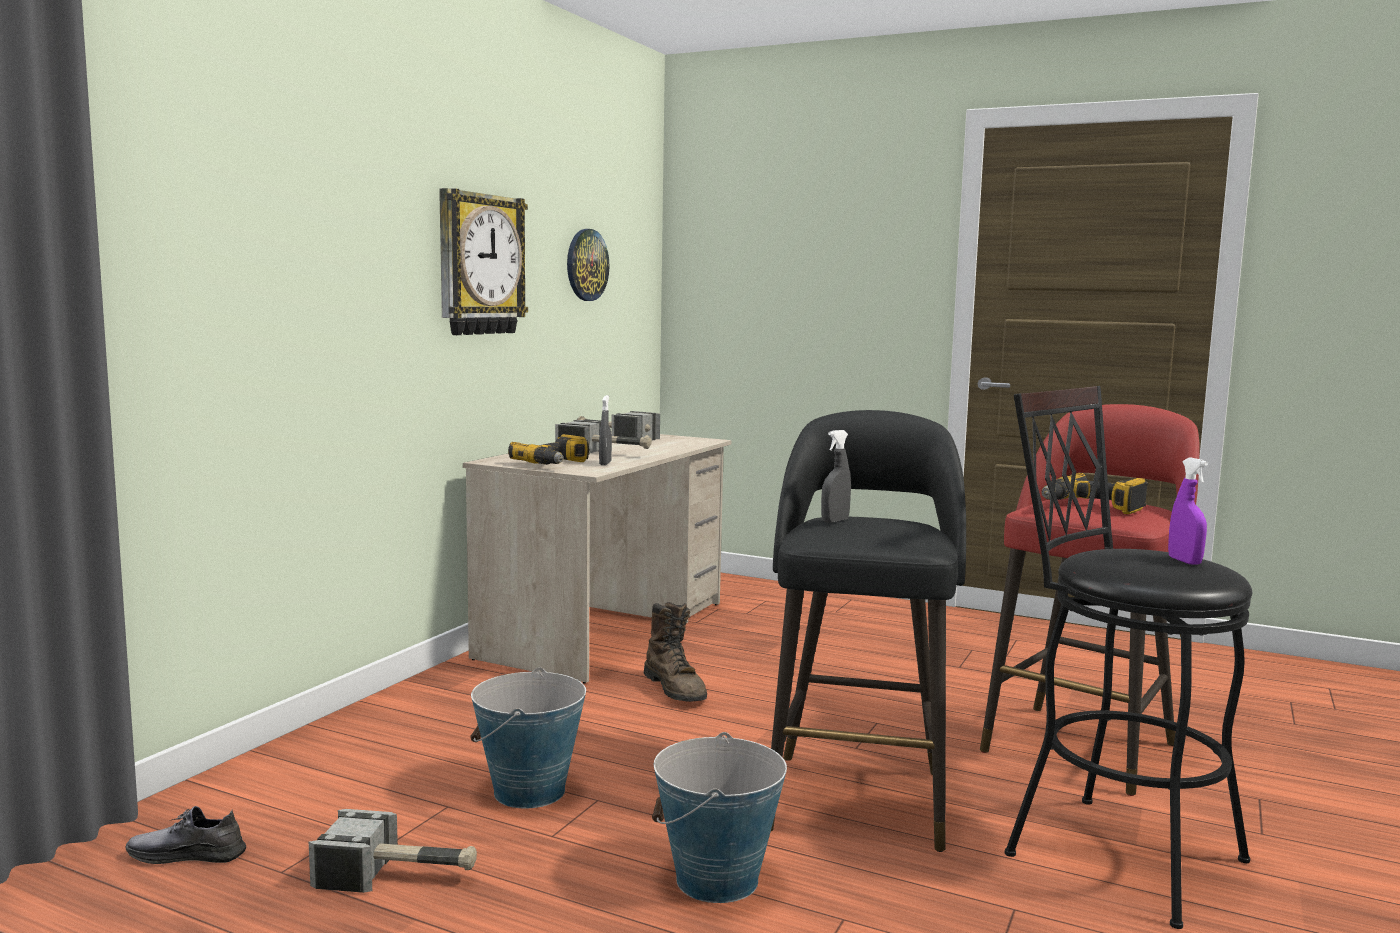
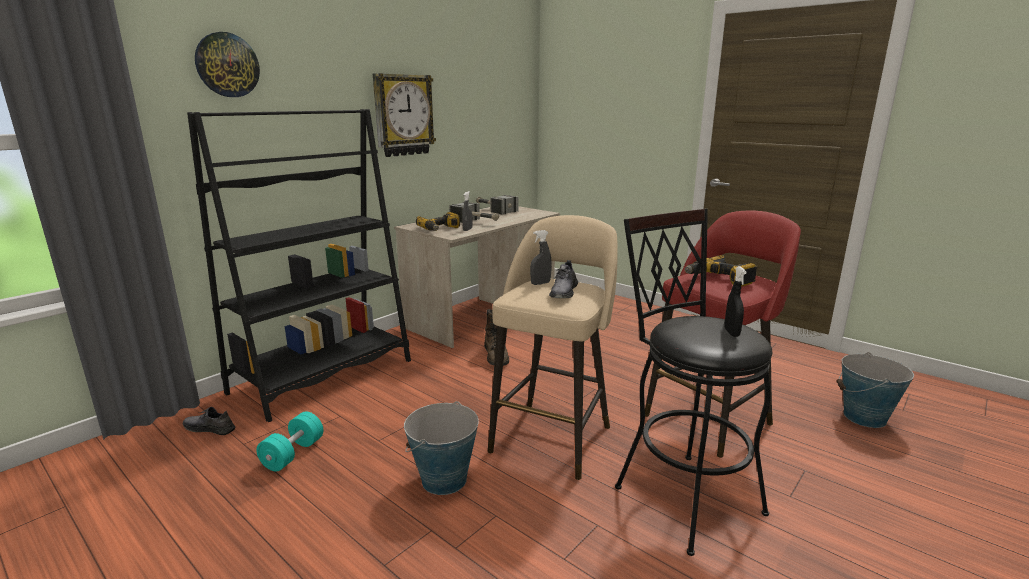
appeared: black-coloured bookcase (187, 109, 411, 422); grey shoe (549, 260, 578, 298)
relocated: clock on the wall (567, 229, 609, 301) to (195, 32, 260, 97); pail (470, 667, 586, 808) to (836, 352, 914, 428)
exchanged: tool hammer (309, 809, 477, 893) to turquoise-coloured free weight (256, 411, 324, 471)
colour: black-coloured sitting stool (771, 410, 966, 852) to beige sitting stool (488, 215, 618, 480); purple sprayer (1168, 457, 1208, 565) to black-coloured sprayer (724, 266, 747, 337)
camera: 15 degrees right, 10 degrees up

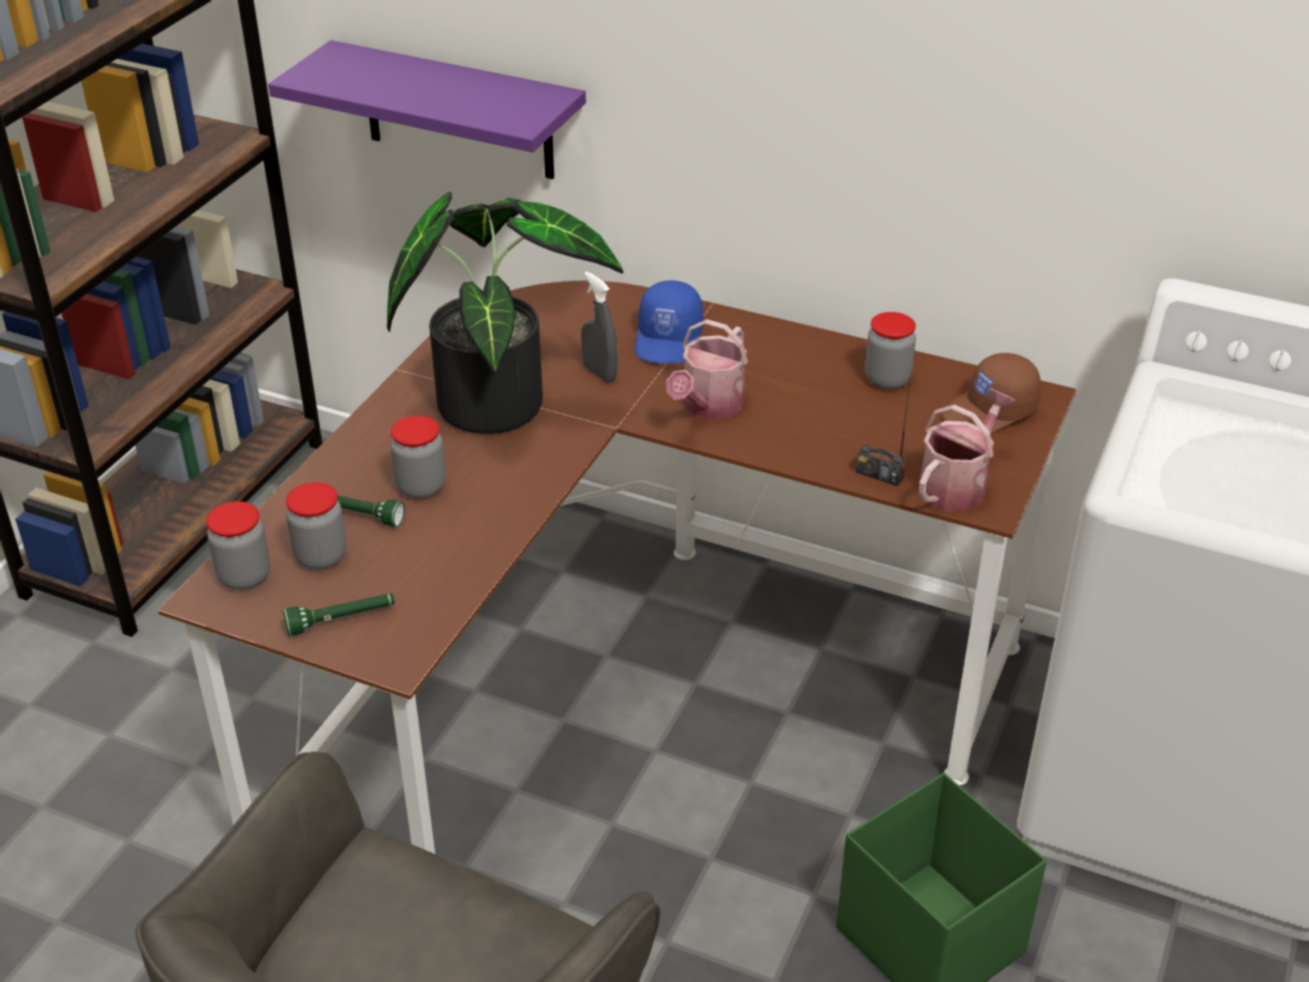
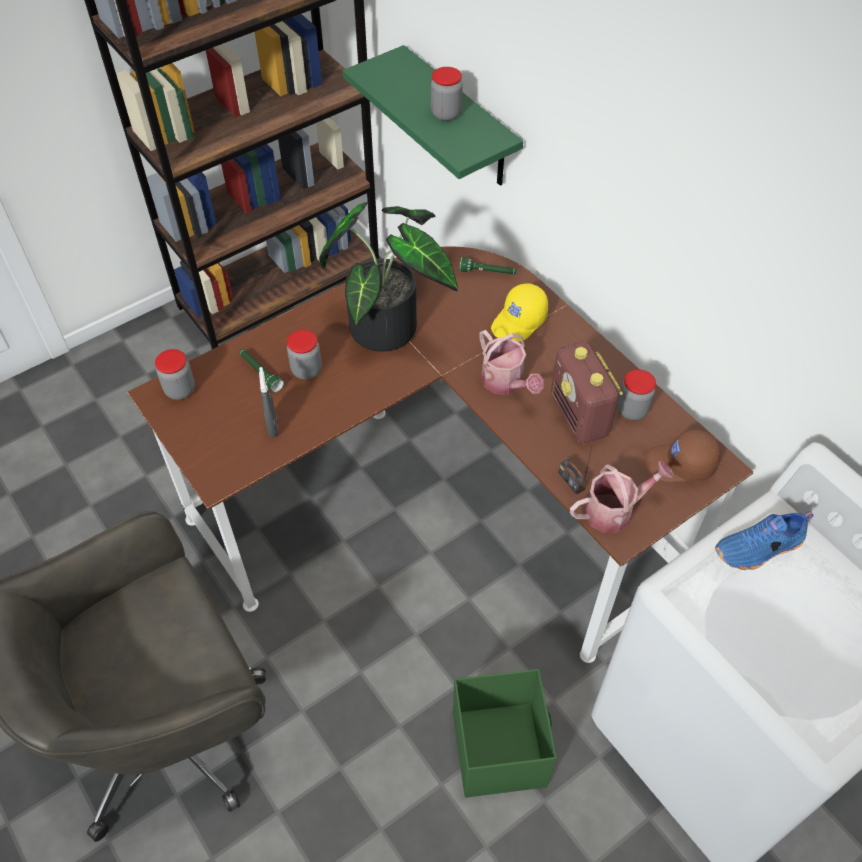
appeared: radio (551, 342, 623, 443); bluish shoe (715, 511, 814, 570)
relocated: grey sprayer (581, 271, 618, 383) to (259, 367, 278, 438); jar (286, 482, 346, 570) to (431, 67, 463, 121); greenish torch (283, 593, 395, 636) to (459, 257, 517, 275)
colour: purple bracket shelf (268, 40, 586, 179) to greenish bracket shelf (343, 45, 523, 186); bluish peaked cap (635, 280, 703, 364) to yellow-coloured peaked cap (491, 283, 548, 343)
spun: watering pot (666, 319, 748, 419) = (479, 330, 544, 395) 90 degrees counterclockwise
camera: 30 degrees right, 15 degrees up

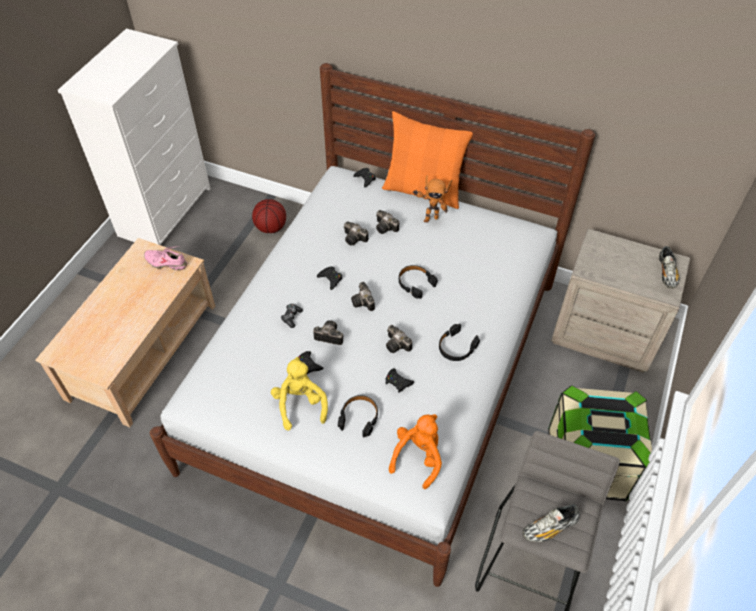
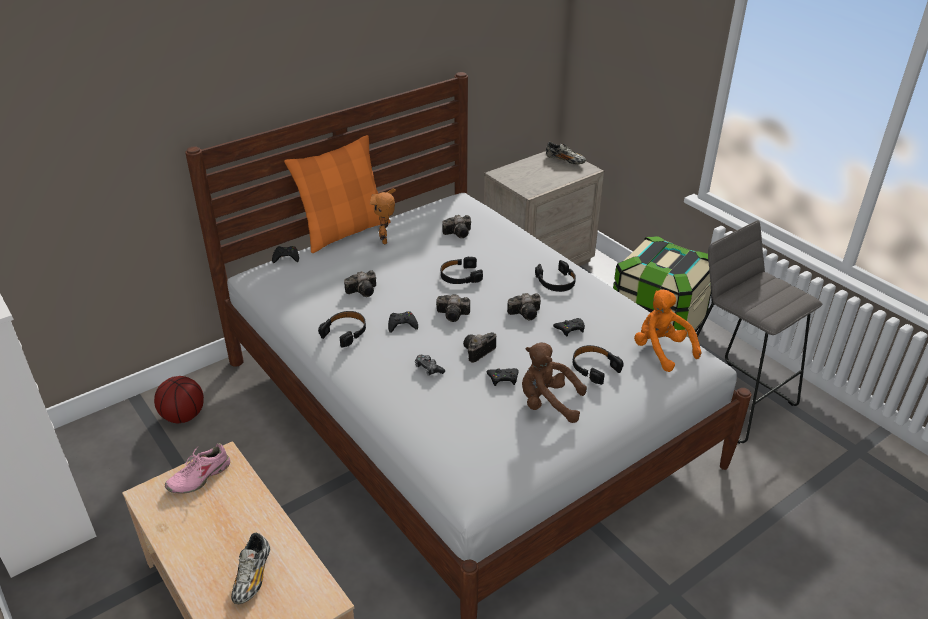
appeared: black-coloured pair of headphones (318, 311, 366, 347)
relocated: shoe (523, 504, 580, 542) to (231, 533, 270, 604); photo camera (376, 210, 399, 234) to (442, 215, 471, 238)
colour: yellow-coloured plush toy (271, 357, 328, 430) to brown-coloured plush toy (522, 342, 587, 423)
spun: model robot (412, 176, 452, 222) = (370, 188, 396, 245) 150 degrees clockwise
camera: 60 degrees left, 15 degrees down

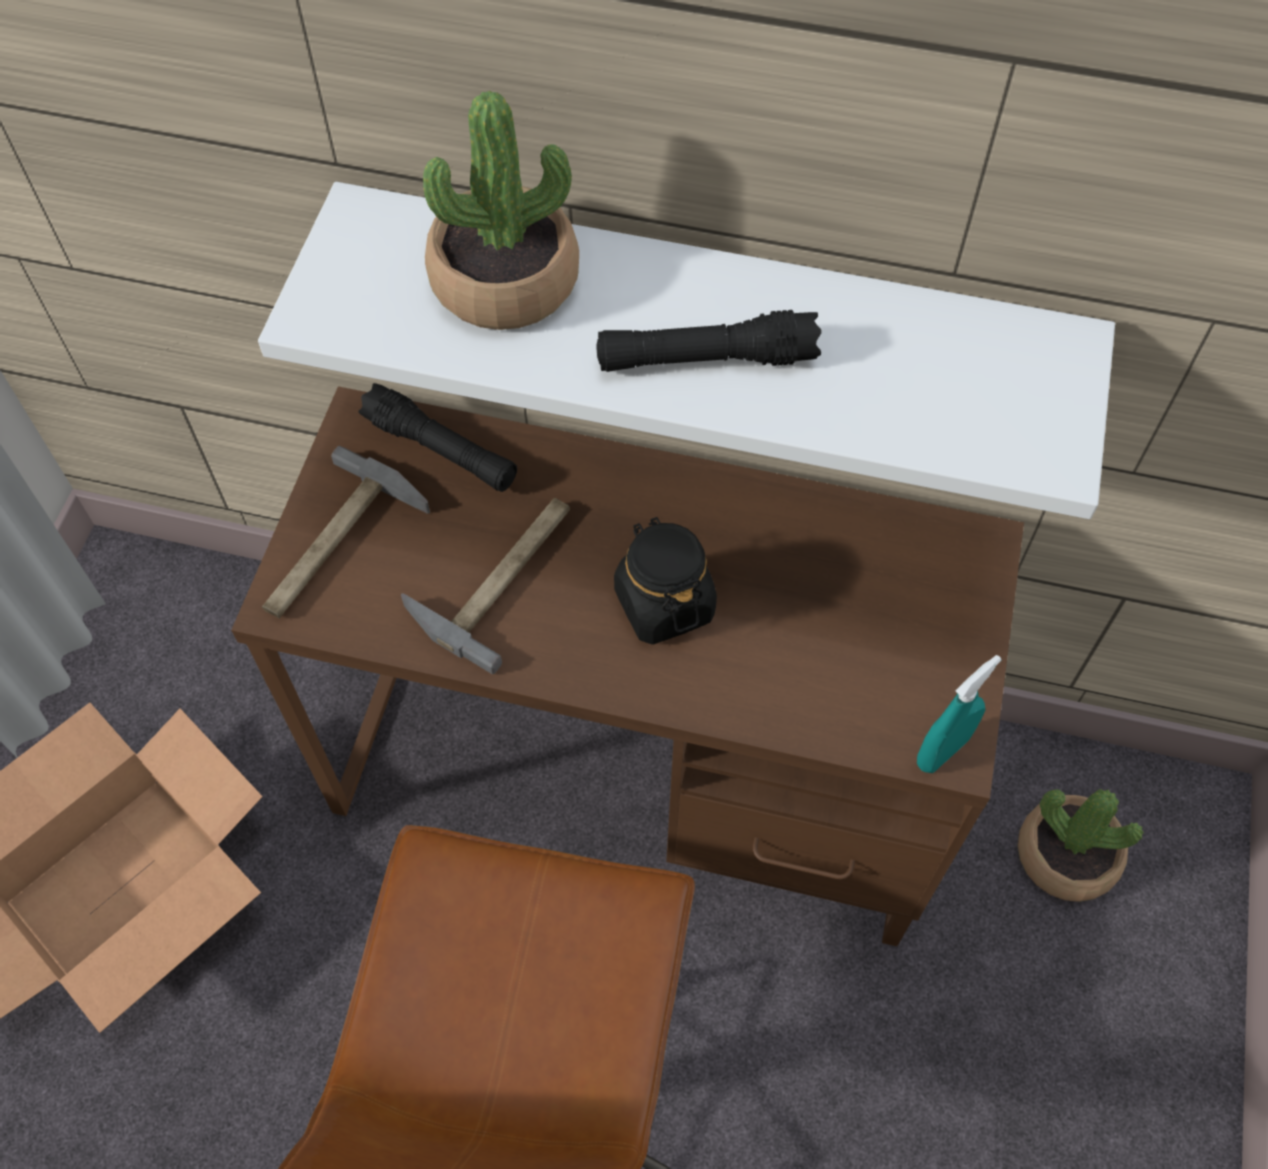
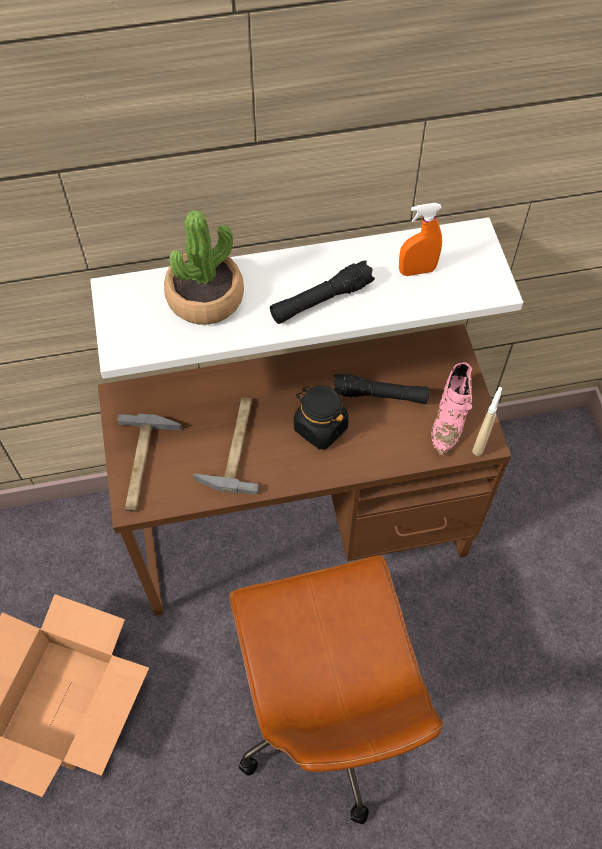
missing: houseplant (1018, 789, 1144, 902)
appeared: orange-coloured sprayer (399, 203, 442, 276); pinkish shoe (431, 362, 472, 456)
relocated: black-coloured torch (358, 383, 517, 492) to (333, 374, 429, 404)
colour: turquoise-coloured sprayer (917, 655, 1002, 773) to beige sprayer (472, 387, 502, 456)
camera: 25 degrees left, 0 degrees up

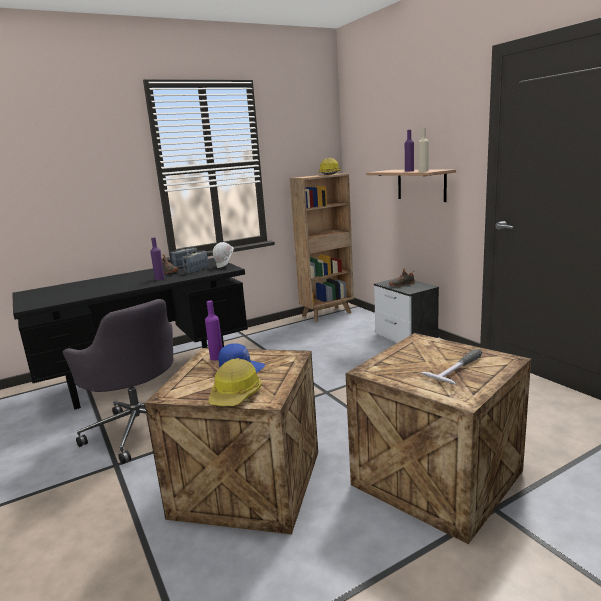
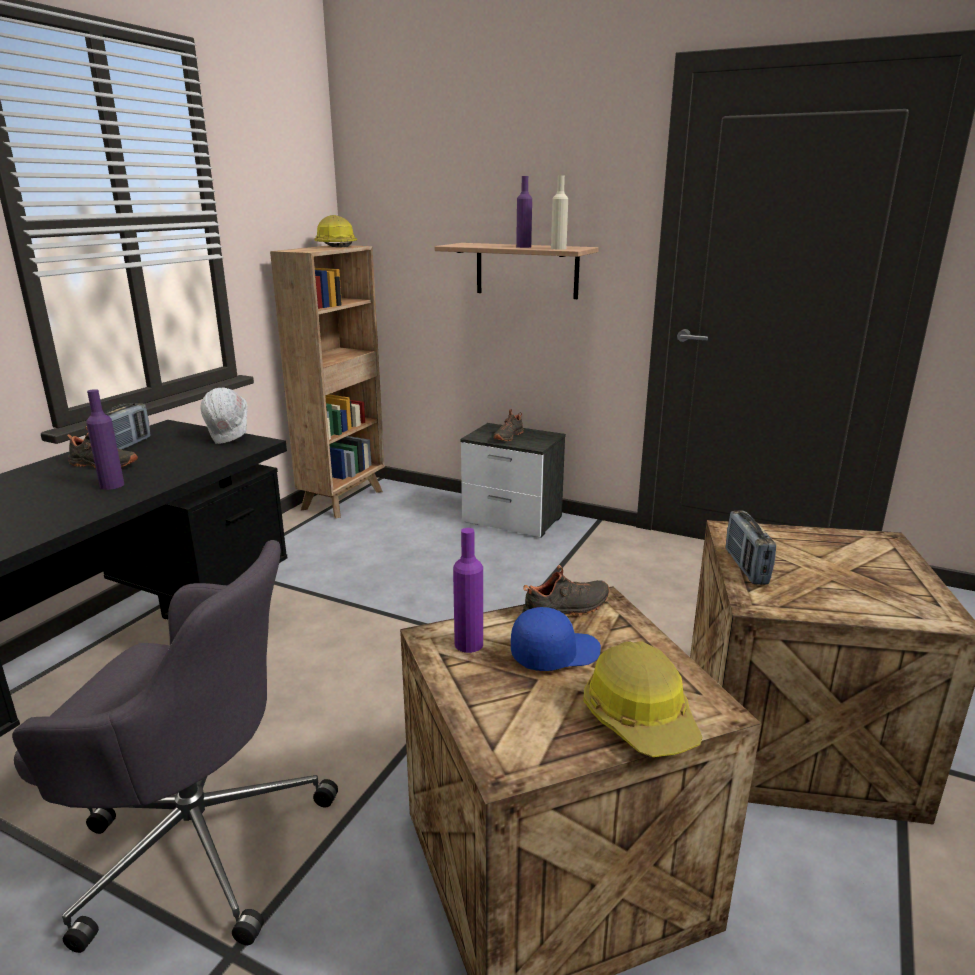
missing: tool hammer (422, 349, 482, 384)
appeared: black-coloured shoe (522, 565, 610, 616)
relocated: radio (182, 251, 209, 274) to (726, 510, 776, 585)
camera: 35 degrees left, 5 degrees up

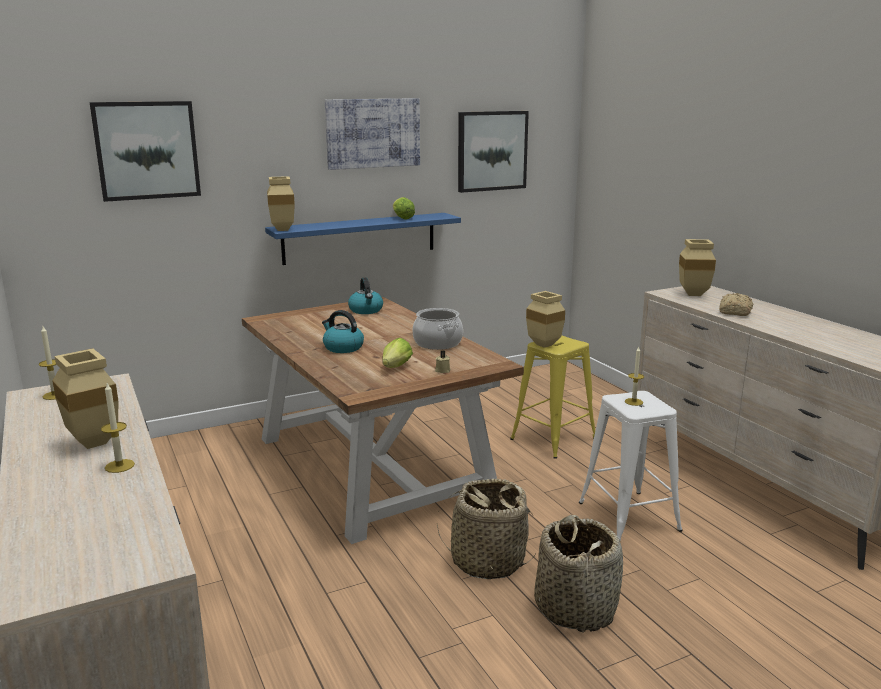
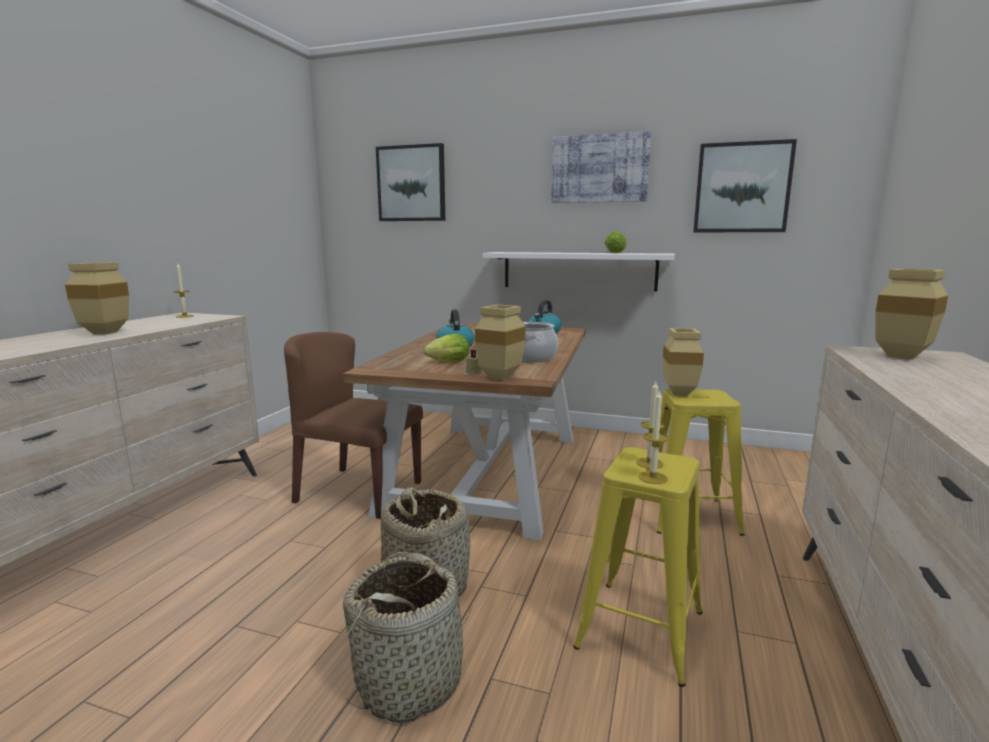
missing: bakery bread (719, 293, 754, 316)
appeared: brown-coloured chair (284, 332, 423, 519)
relocated: beige flower vase (267, 176, 295, 231) to (475, 305, 526, 380); wax candle (101, 383, 135, 473) to (639, 389, 669, 484)
colour: bluish bracket shelf (265, 213, 461, 265) to whitish bracket shelf (482, 252, 675, 291); whitish sitting stool (579, 391, 683, 541) to yellow-coloured sitting stool (573, 447, 703, 687)
camera: 45 degrees right, 5 degrees down

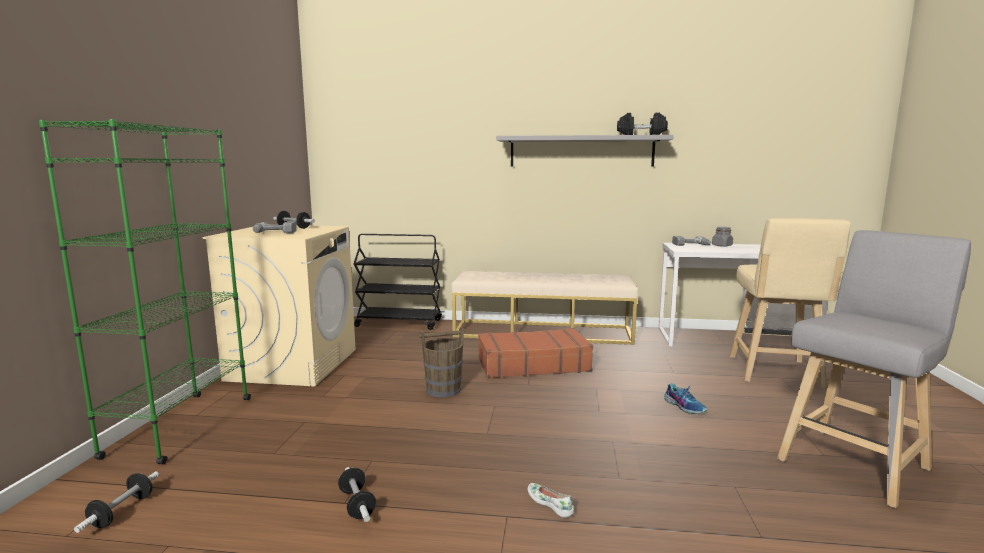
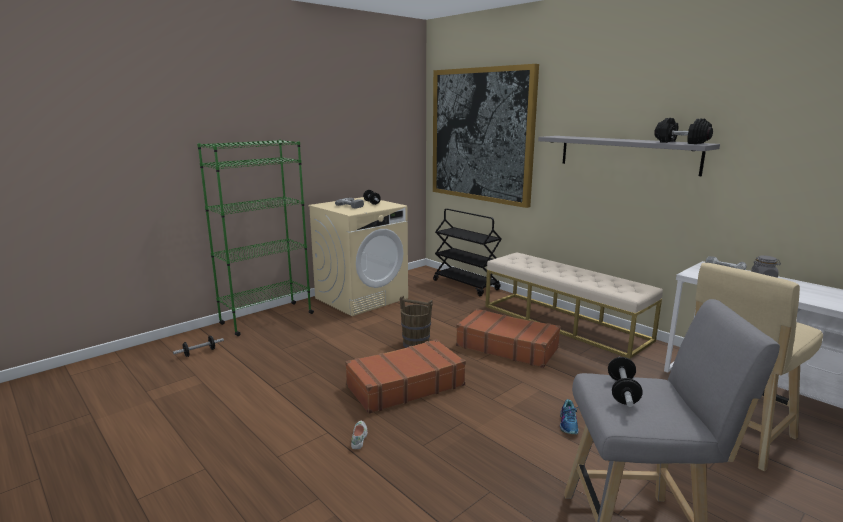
appeared: brown-coloured piece of luggage (345, 339, 466, 414); wall picture (433, 64, 539, 208)
relocated: free weight (338, 467, 376, 522) to (608, 357, 643, 407)
camera: 40 degrees right, 5 degrees up

